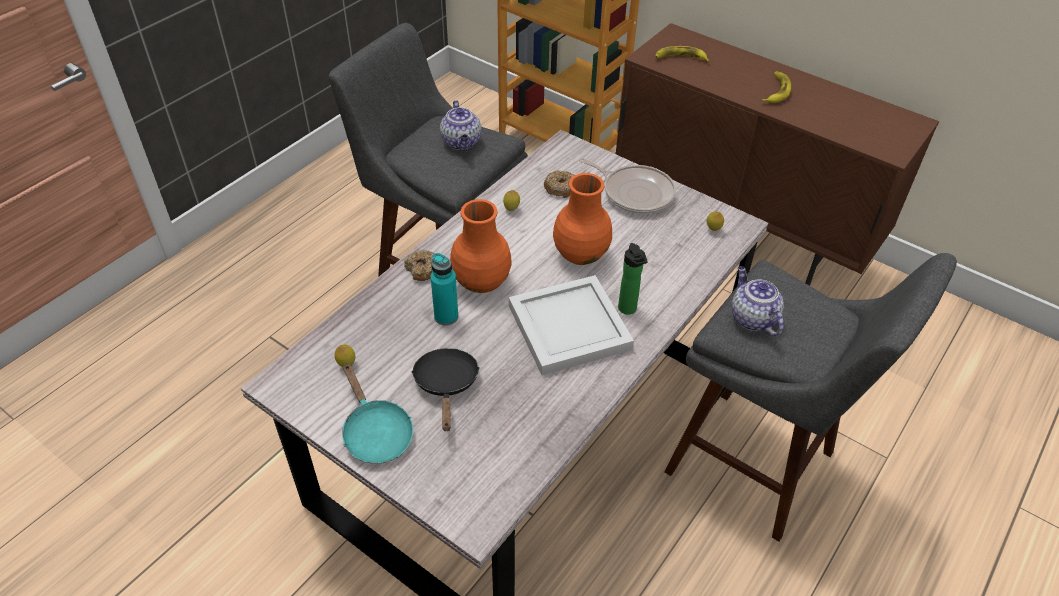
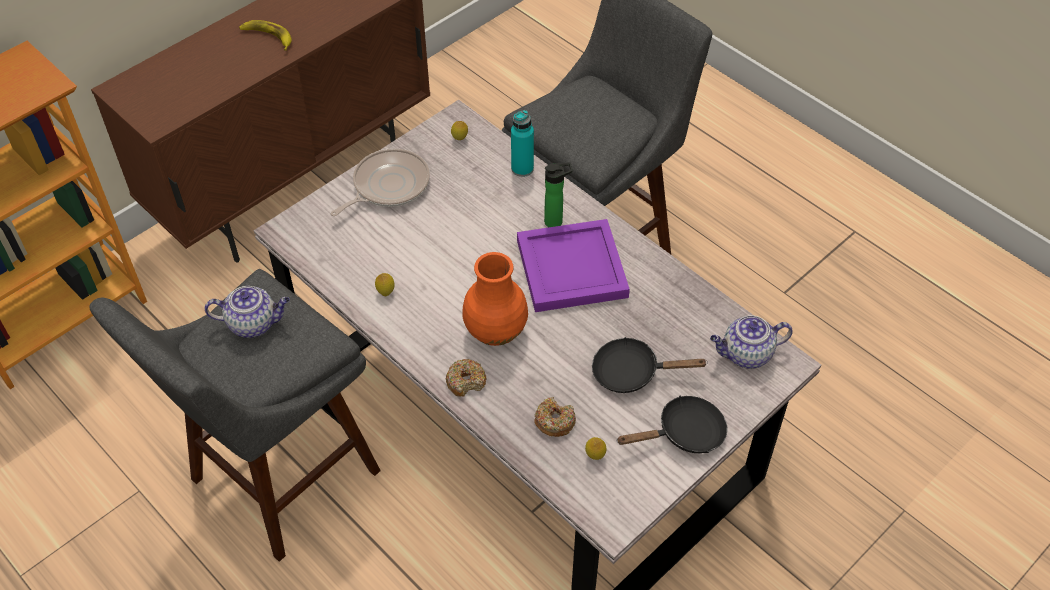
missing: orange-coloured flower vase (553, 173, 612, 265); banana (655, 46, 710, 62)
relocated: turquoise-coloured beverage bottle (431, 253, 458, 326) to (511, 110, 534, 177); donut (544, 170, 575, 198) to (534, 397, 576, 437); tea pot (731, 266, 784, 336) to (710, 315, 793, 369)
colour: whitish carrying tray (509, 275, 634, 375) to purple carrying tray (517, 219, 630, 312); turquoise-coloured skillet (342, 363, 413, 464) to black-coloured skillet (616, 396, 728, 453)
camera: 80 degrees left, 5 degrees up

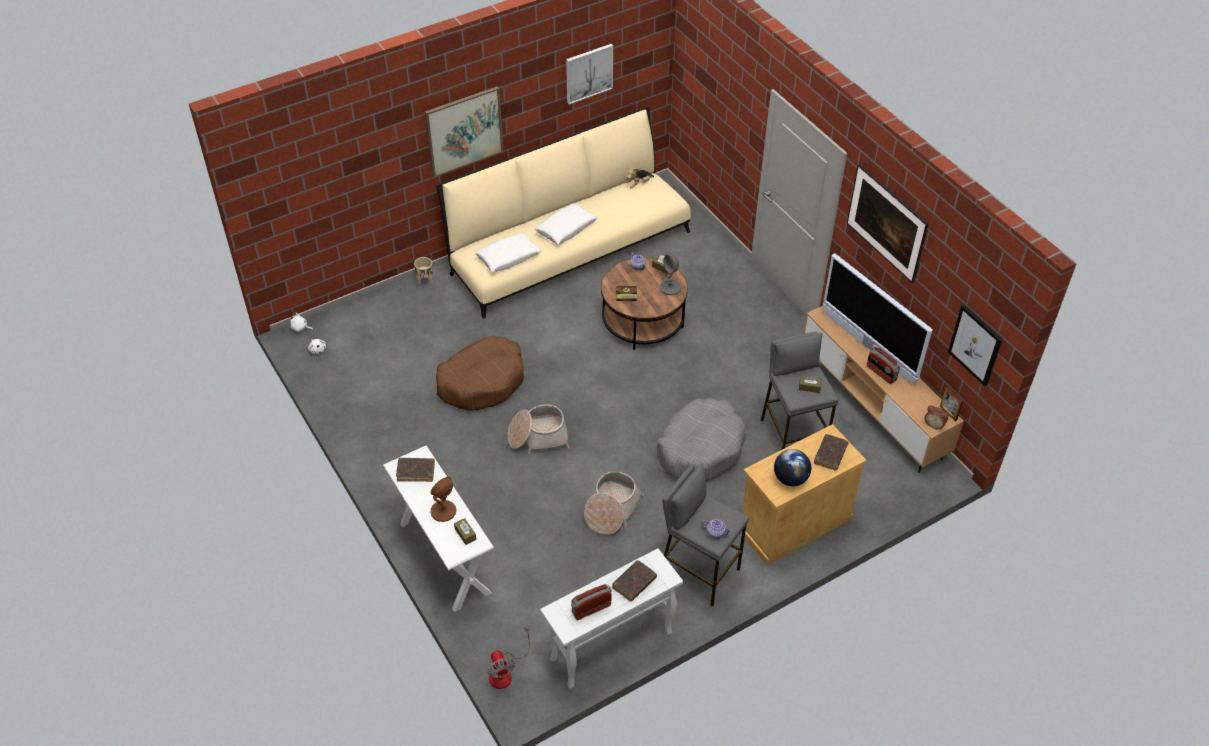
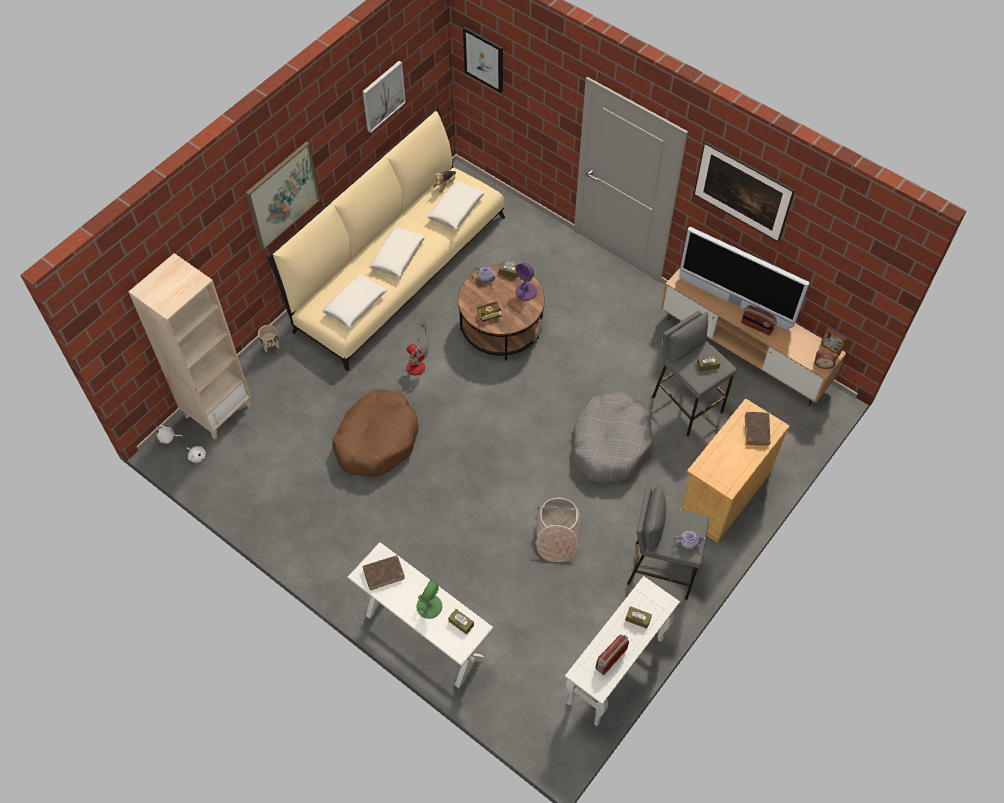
missing: storage basket (508, 404, 570, 455); world globe (774, 449, 811, 486)
appeared: beige bookcase (129, 253, 251, 440); whitish cushion (427, 181, 485, 229)
relocated: cooling fan (487, 626, 530, 689) to (407, 322, 429, 375); wall picture (948, 305, 1002, 386) to (463, 27, 503, 93)
exchanged: brown-coloured bound book (612, 560, 657, 602) to brown-coloured tissue box (625, 606, 652, 629)
colour: brown-coloured table lamp (430, 477, 456, 522) to greenish table lamp (417, 578, 442, 619); grey table lamp (660, 254, 681, 295) to purple table lamp (516, 263, 537, 301)
camera: 20 degrees left, 10 degrees up

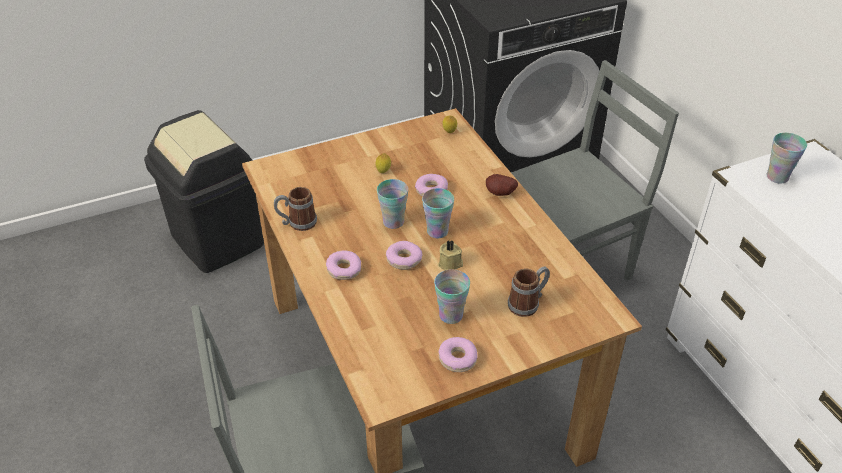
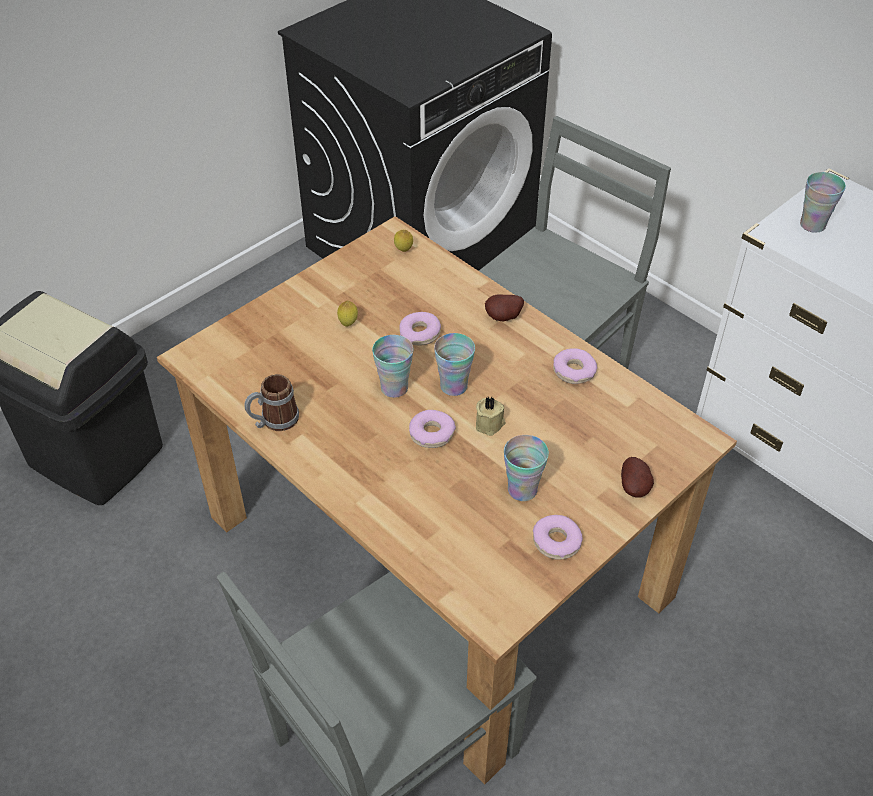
missing: coffee mug (508, 266, 550, 317)
appeared: whole potato (621, 457, 654, 498)
relocated: donut (326, 250, 361, 280) to (553, 348, 597, 384)
camera: 20 degrees left, 5 degrees up

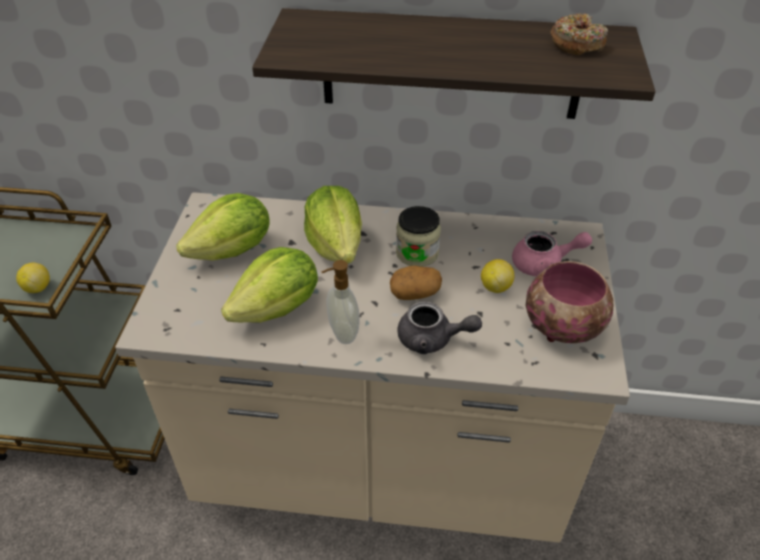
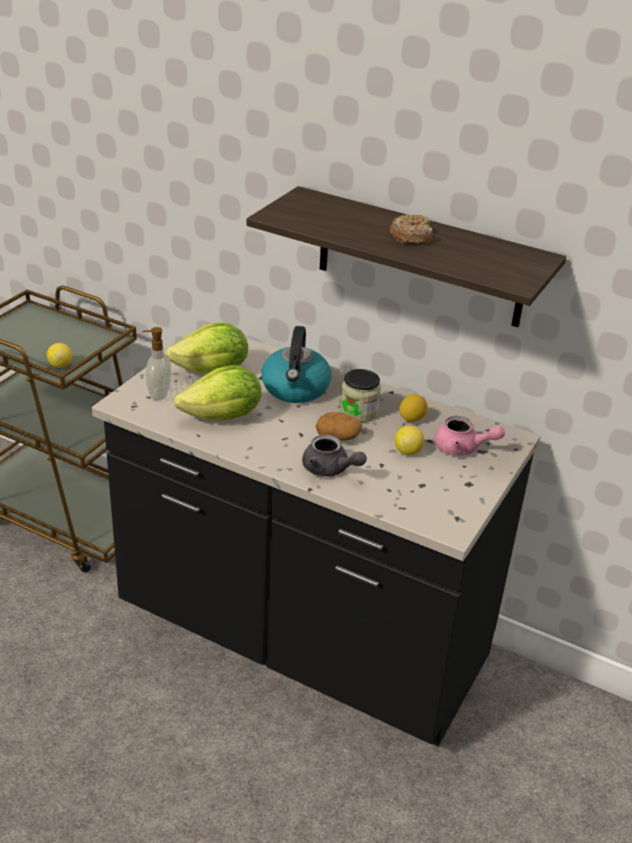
missing: deep dish (525, 261, 613, 343)
appeared: lemon (399, 394, 428, 422)
relocated: soap bottle (321, 260, 360, 344) to (142, 327, 171, 401); donut (551, 13, 608, 55) to (390, 214, 433, 245)
exchanged: head of lettuce (304, 186, 362, 263) to water kettle (261, 326, 332, 403)
colour: beige counter (115, 192, 630, 543) to black-coloured counter (92, 324, 540, 746)
camera: 20 degrees right, 10 degrees down

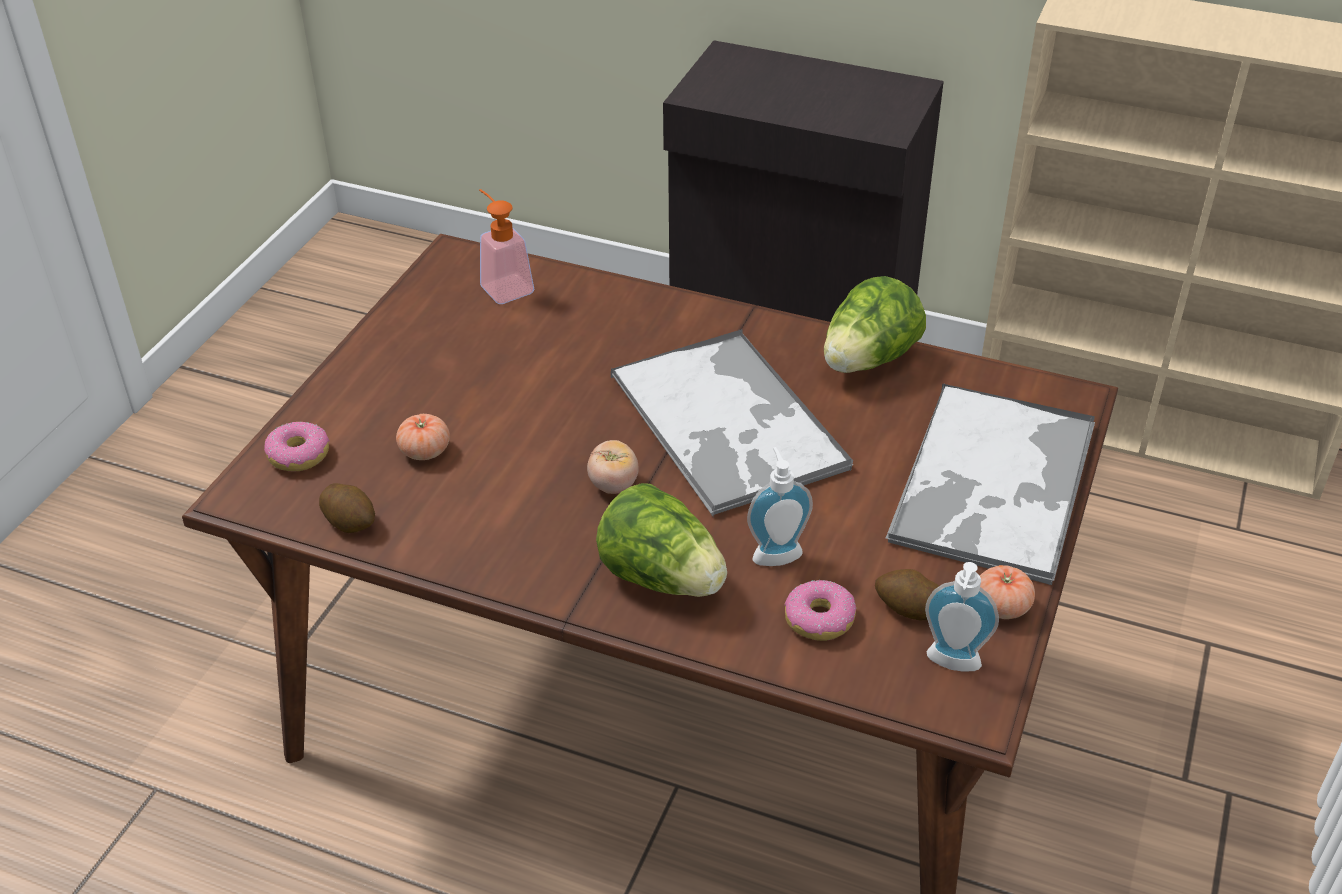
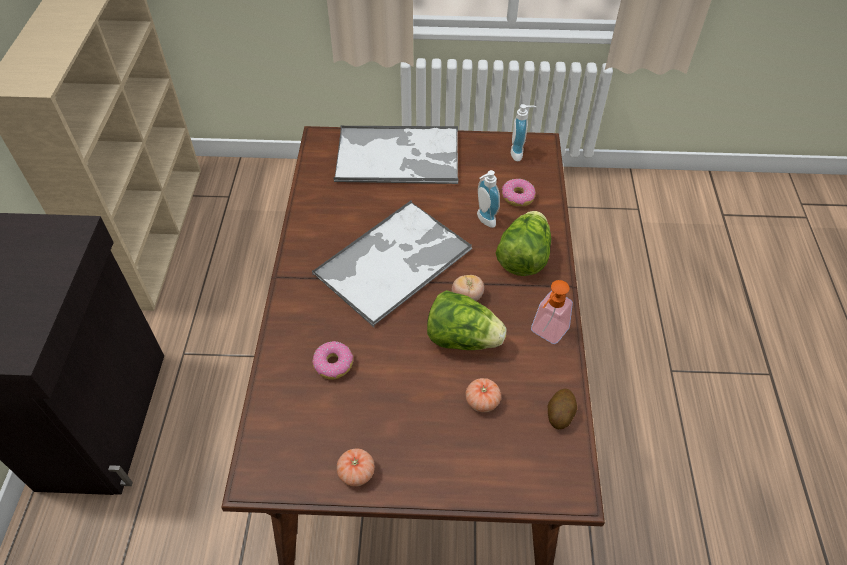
missing: whole potato (875, 569, 939, 620)
relocated: donut (264, 421, 330, 472) to (312, 341, 353, 380); fresh tomato (980, 565, 1035, 619) to (337, 449, 375, 486); head of lettuce (824, 276, 926, 373) to (427, 290, 507, 350); soap bottle (479, 189, 534, 304) to (531, 280, 573, 344)
camera: 110 degrees left, 10 degrees up

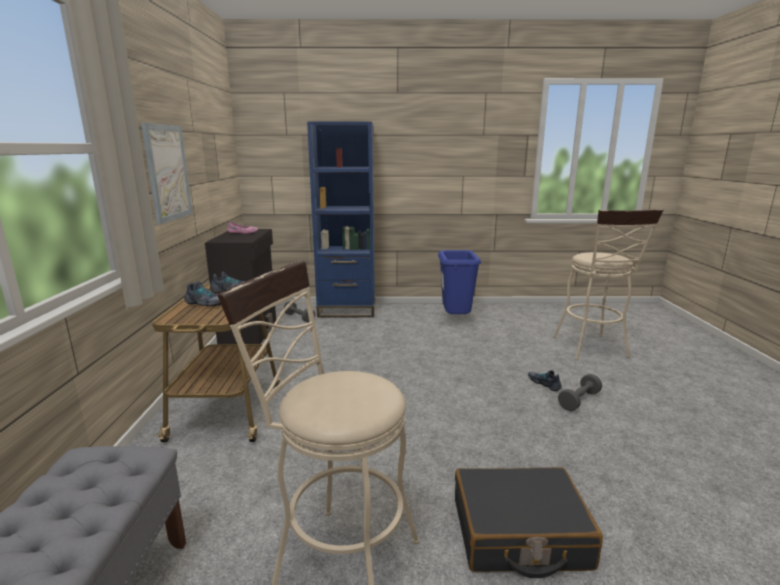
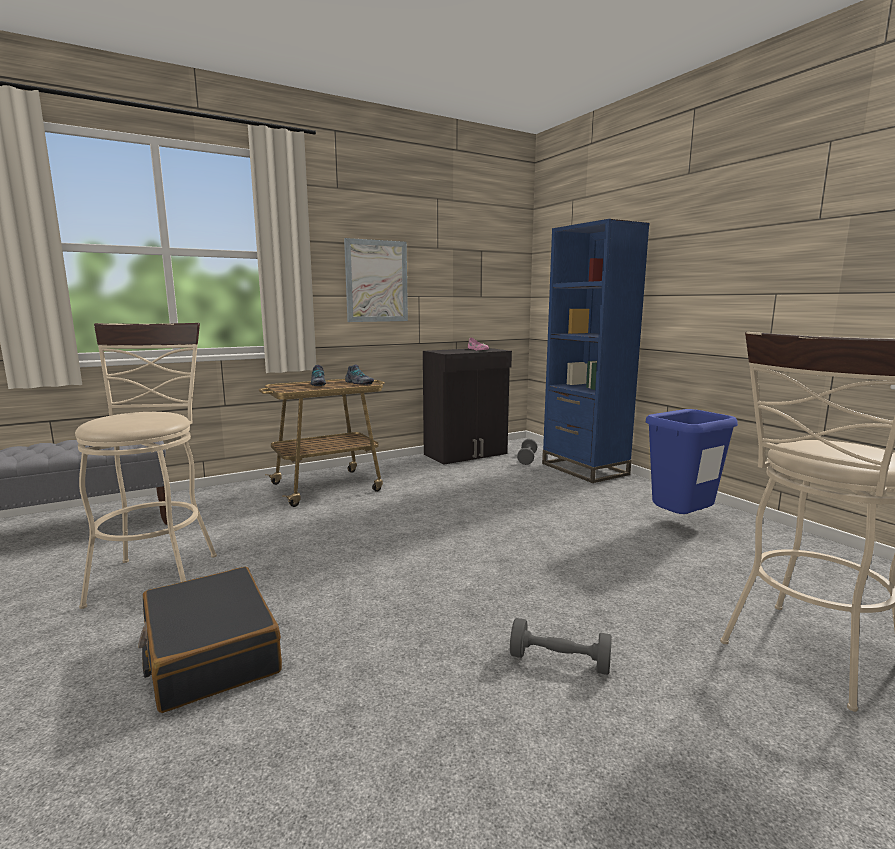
missing: shoe (528, 370, 562, 391)
camera: 60 degrees right, 5 degrees down

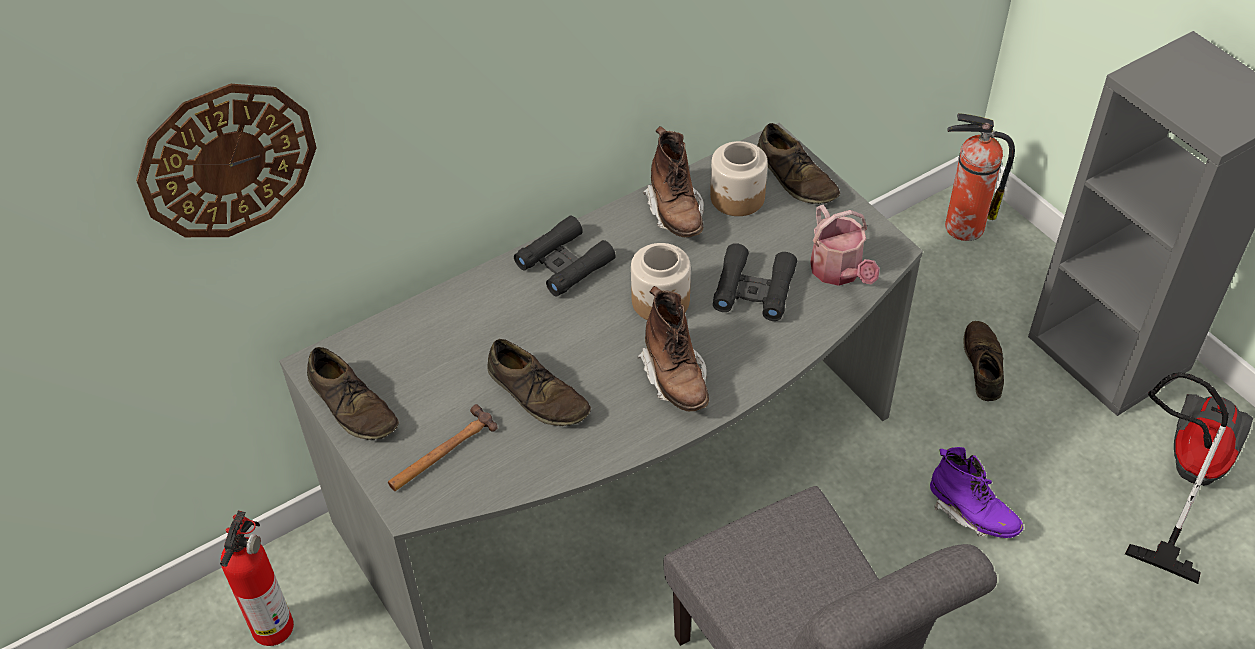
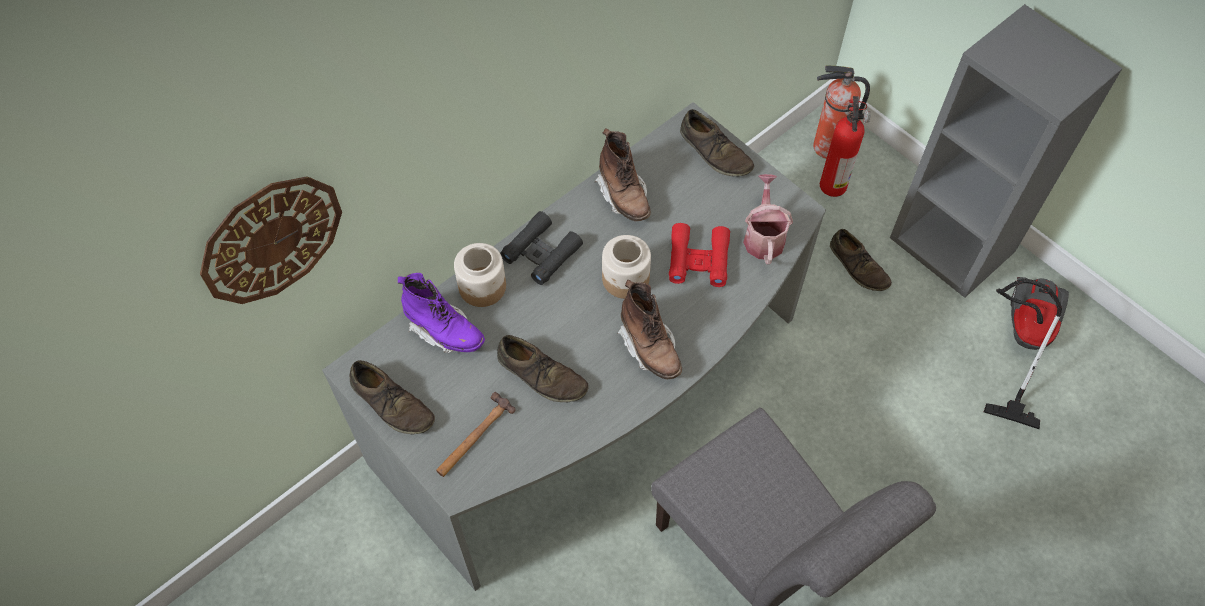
relocated: purple tall boot (930, 447, 1023, 538) to (398, 273, 485, 353); jar (710, 141, 768, 216) to (454, 243, 506, 307); fire-fighting cylinder (220, 511, 294, 646) to (820, 96, 870, 197)
colour: black-coloured field glasses (713, 243, 797, 321) to red-coloured field glasses (669, 223, 730, 287)
spun: watering pot (810, 205, 880, 286) = (743, 174, 793, 264) 150 degrees counterclockwise; brown-coloured shoe (963, 321, 1004, 401) = (830, 229, 892, 291) 150 degrees clockwise
camera: 10 degrees left, 10 degrees up

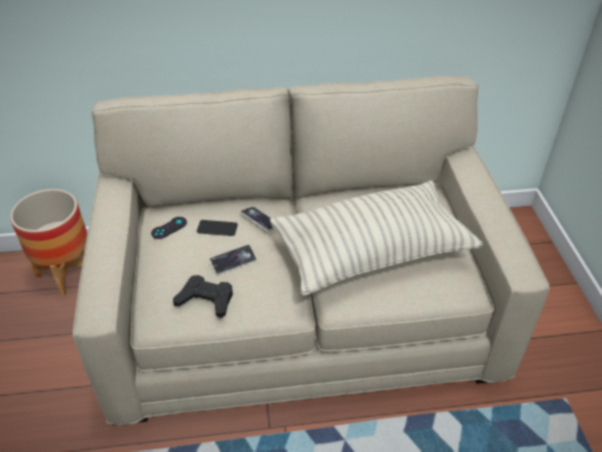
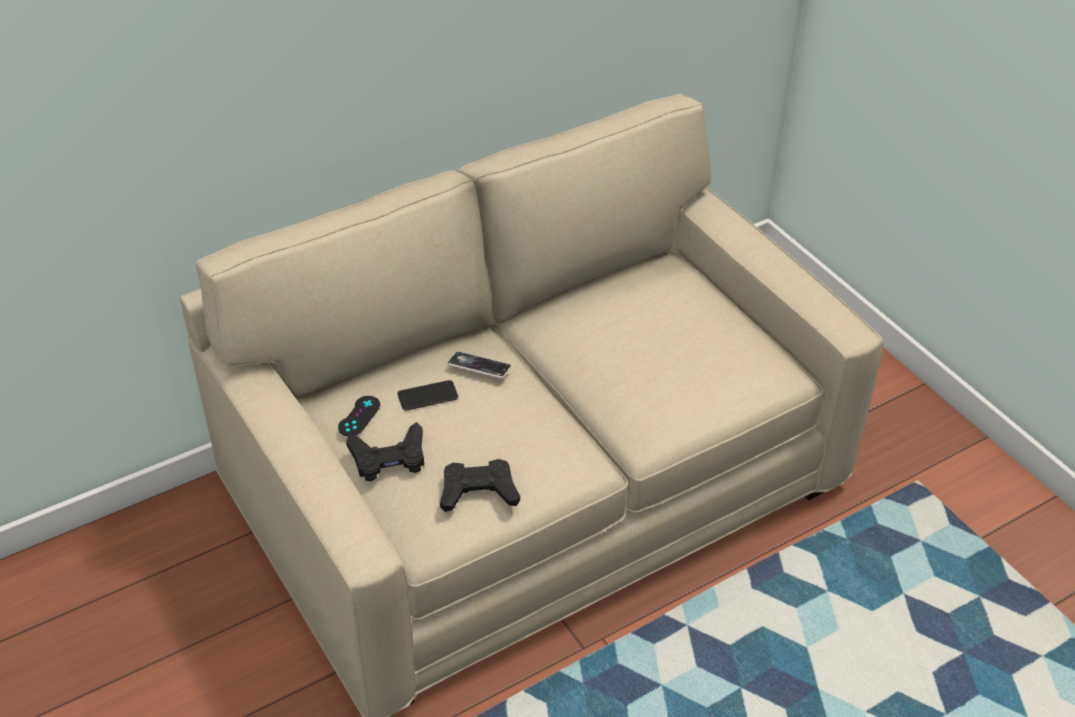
missing: planter (10, 189, 87, 296); telephone (210, 245, 257, 275); cushion (270, 181, 483, 296)
appeared: black-coloured game controller (346, 422, 424, 481)
camera: 25 degrees left, 0 degrees up

